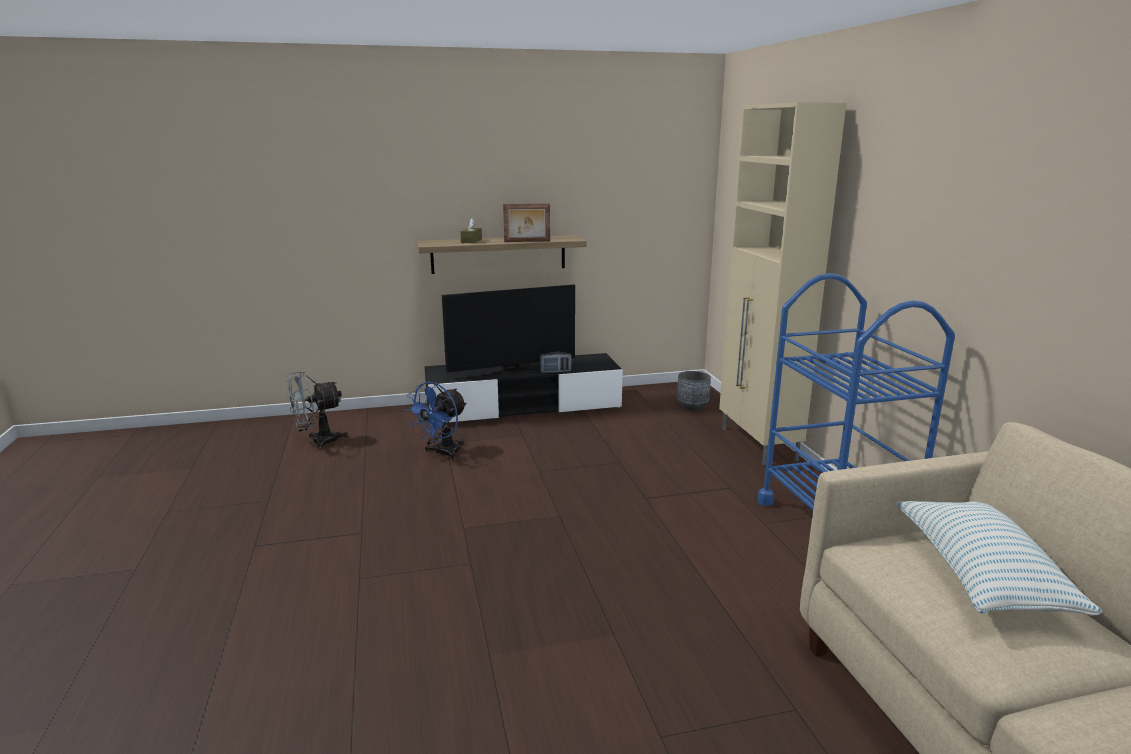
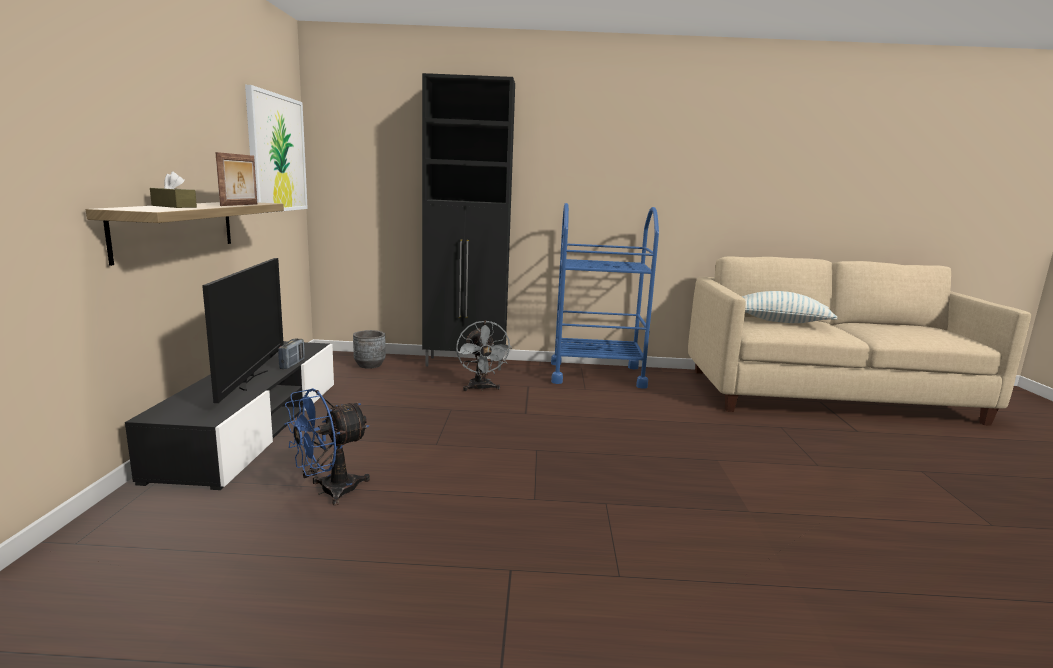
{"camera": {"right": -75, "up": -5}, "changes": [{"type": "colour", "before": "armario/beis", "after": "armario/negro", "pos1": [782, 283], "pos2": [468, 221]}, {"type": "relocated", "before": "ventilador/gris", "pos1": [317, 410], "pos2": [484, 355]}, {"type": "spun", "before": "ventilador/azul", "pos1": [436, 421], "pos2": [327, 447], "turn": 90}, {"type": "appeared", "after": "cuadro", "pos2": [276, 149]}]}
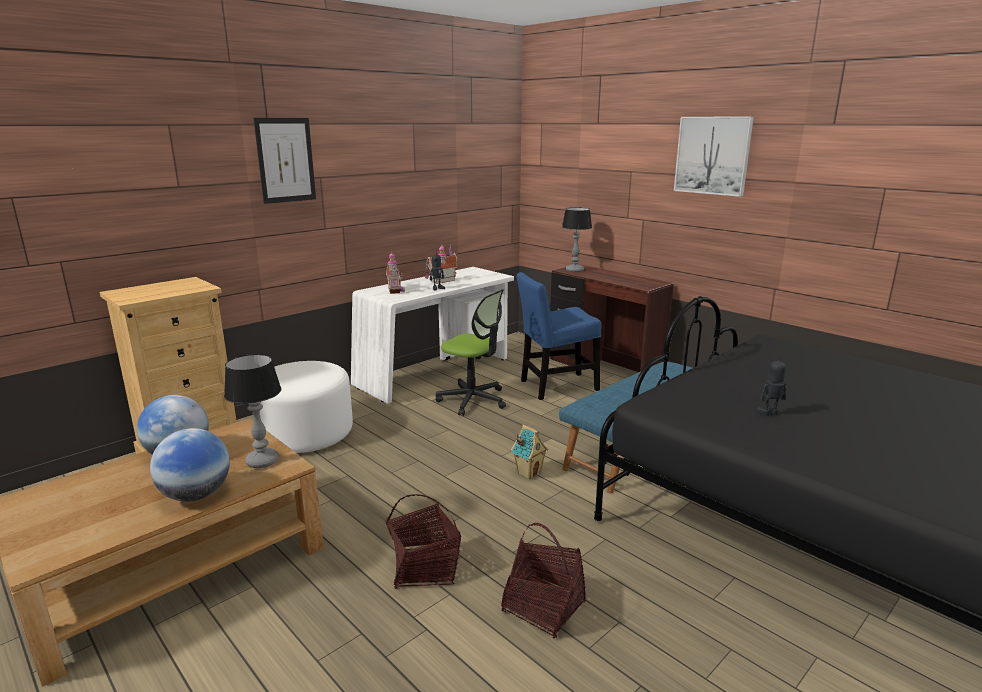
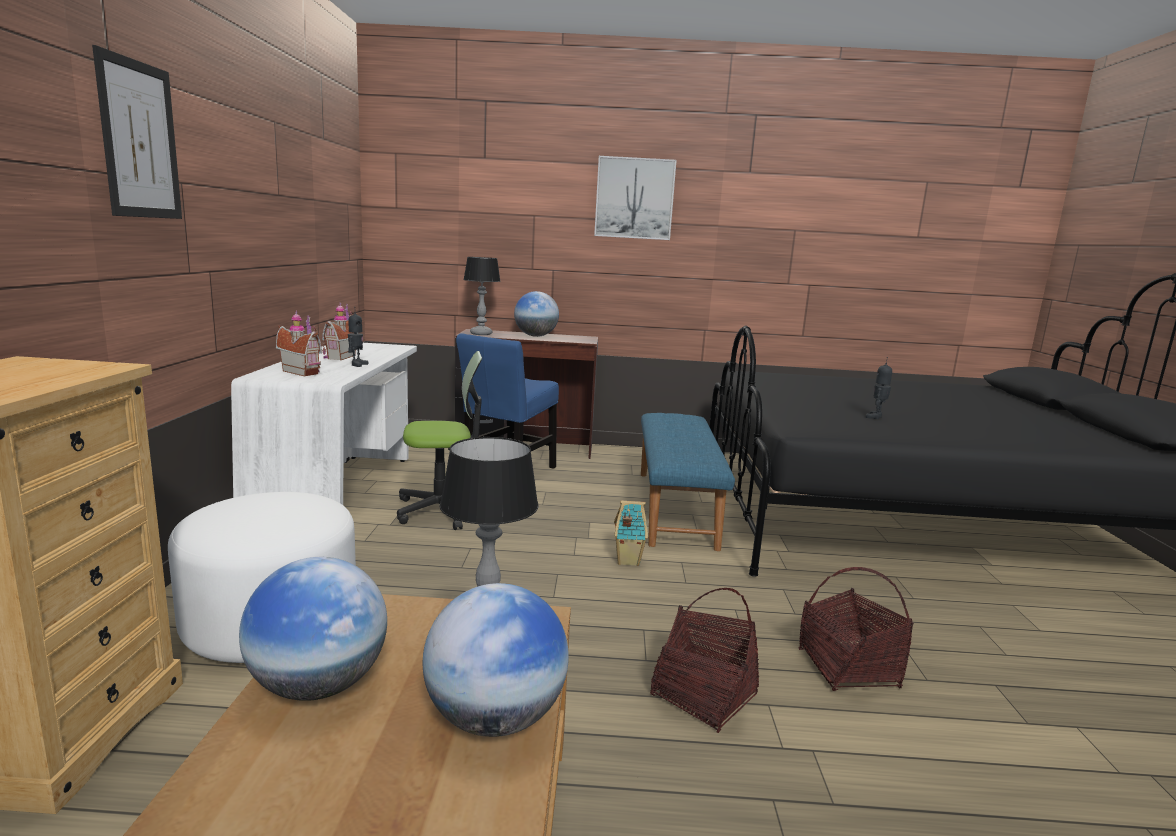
{"camera": {"right": -45, "up": -5}, "changes": [{"type": "appeared", "after": "globo terráqueo", "pos2": [536, 314]}]}
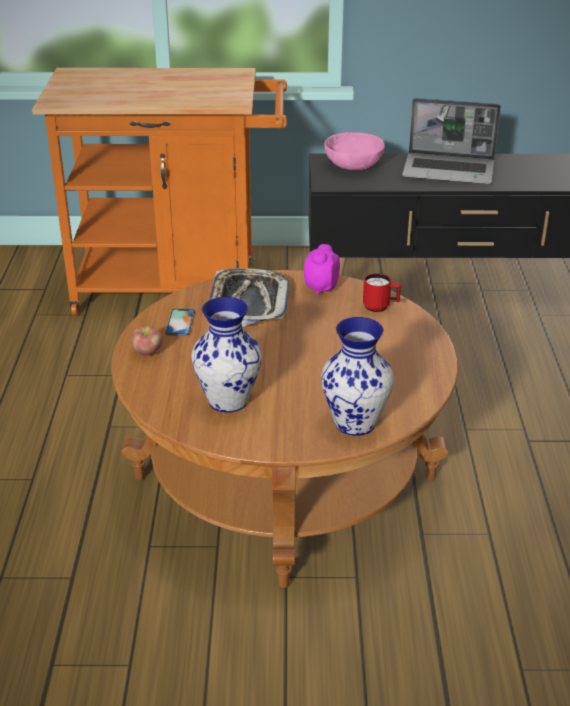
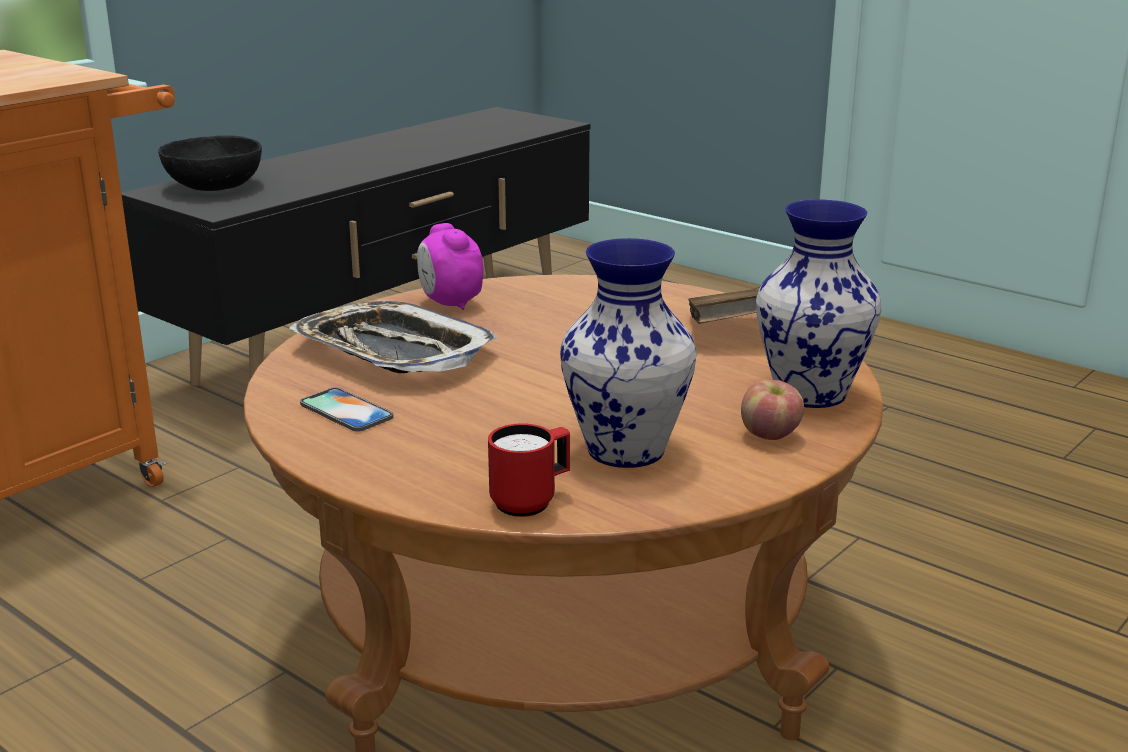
{"camera": {"right": -50, "up": -10}, "changes": [{"type": "missing", "before": "portátil", "pos1": [451, 141]}, {"type": "colour", "before": "cuenco/rosa", "after": "cuenco/negro", "pos1": [354, 151], "pos2": [210, 163]}, {"type": "relocated", "before": "taza grande/rojo", "pos1": [382, 292], "pos2": [529, 470]}, {"type": "relocated", "before": "manzana", "pos1": [147, 340], "pos2": [772, 410]}, {"type": "appeared", "after": "libro/marrón", "pos2": [723, 306]}]}
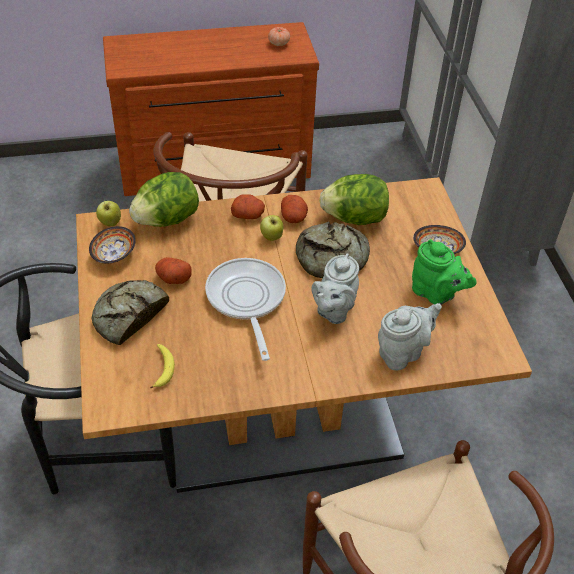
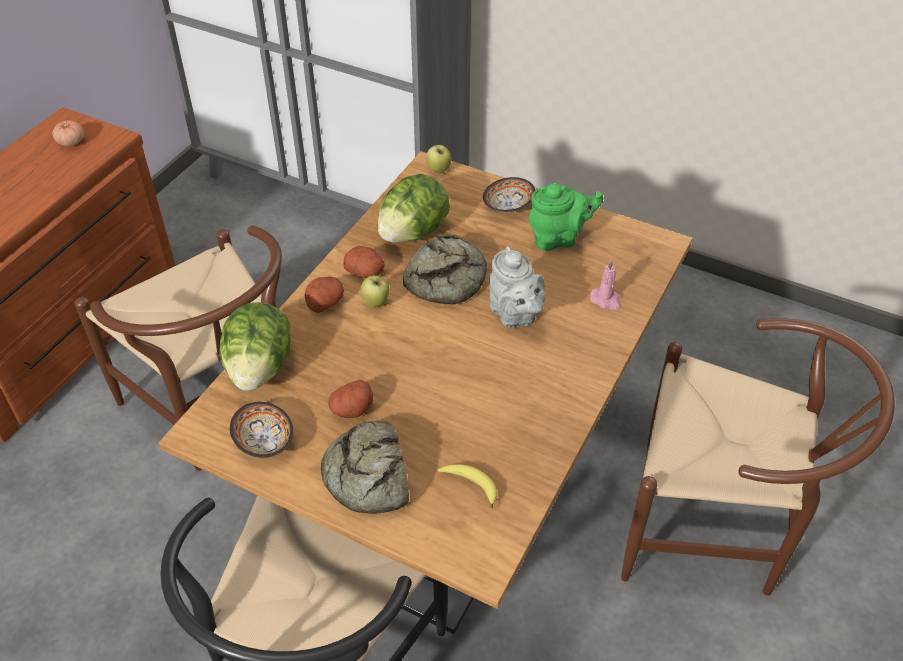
{"camera": {"right": -50, "up": 0}, "changes": [{"type": "relocated", "before": "manzana", "pos1": [108, 213], "pos2": [438, 159]}, {"type": "missing", "before": "sartén", "pos1": [245, 309]}, {"type": "exchanged", "before": "tetera/gris", "after": "vela/rosa", "pos1": [410, 336], "pos2": [605, 284]}]}
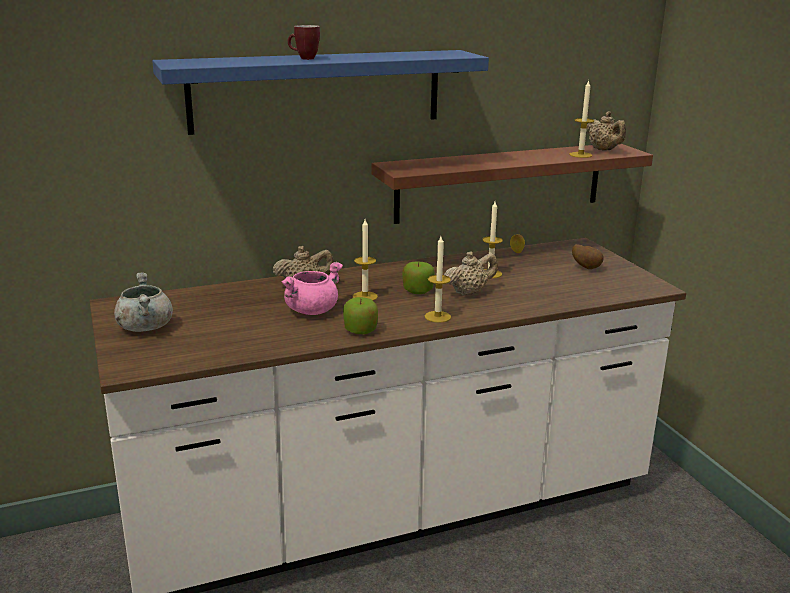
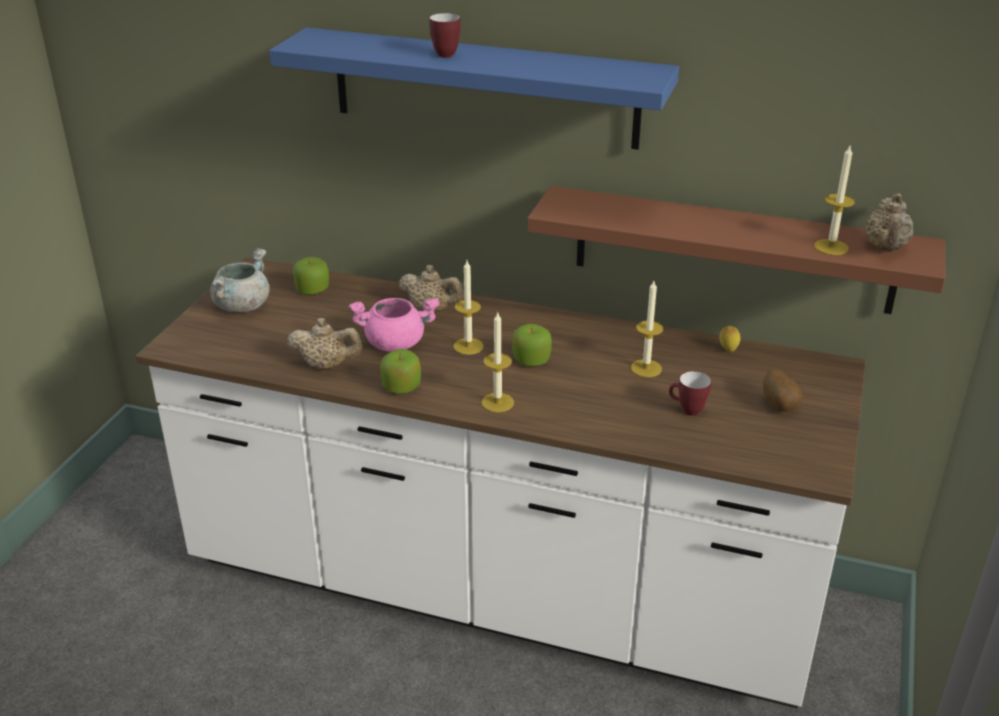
{"camera": {"right": 40, "up": 10}, "changes": [{"type": "relocated", "before": "tetera/beis", "pos1": [471, 273], "pos2": [324, 343]}, {"type": "appeared", "after": "manzana", "pos2": [311, 276]}, {"type": "appeared", "after": "taza grande", "pos2": [690, 393]}]}
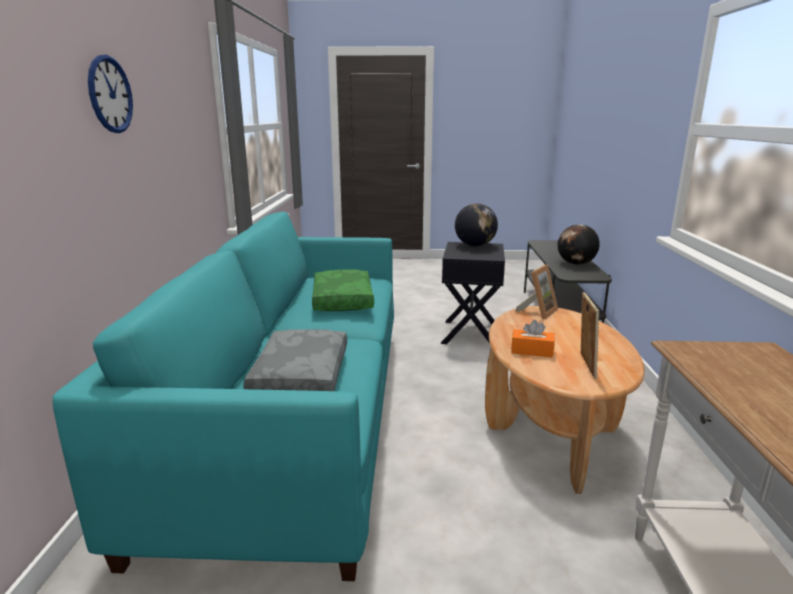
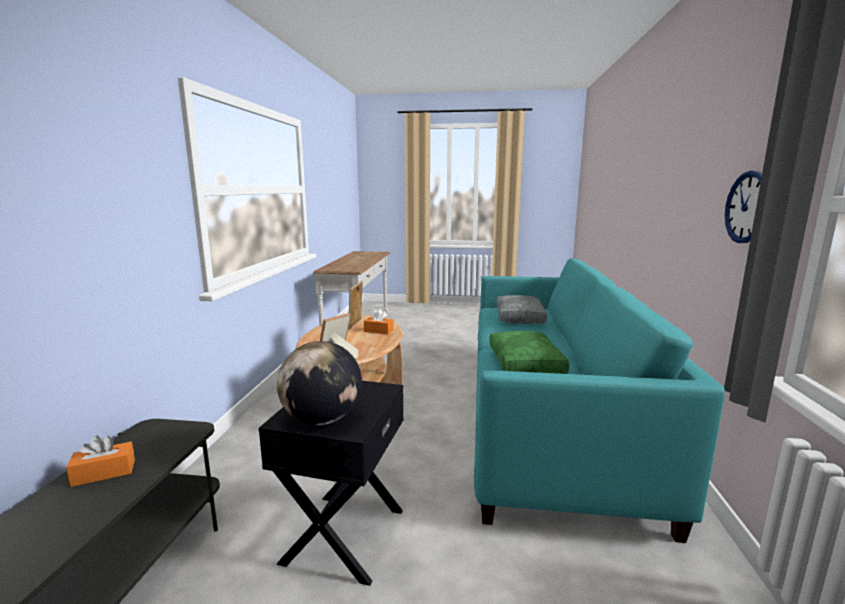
{"camera": {"right": -175, "up": -5}, "changes": [{"type": "relocated", "before": "reloj de pared", "pos1": [110, 94], "pos2": [743, 207]}, {"type": "exchanged", "before": "globo terráqueo", "after": "caja de pañuelos/naranja", "pos1": [579, 244], "pos2": [100, 461]}]}
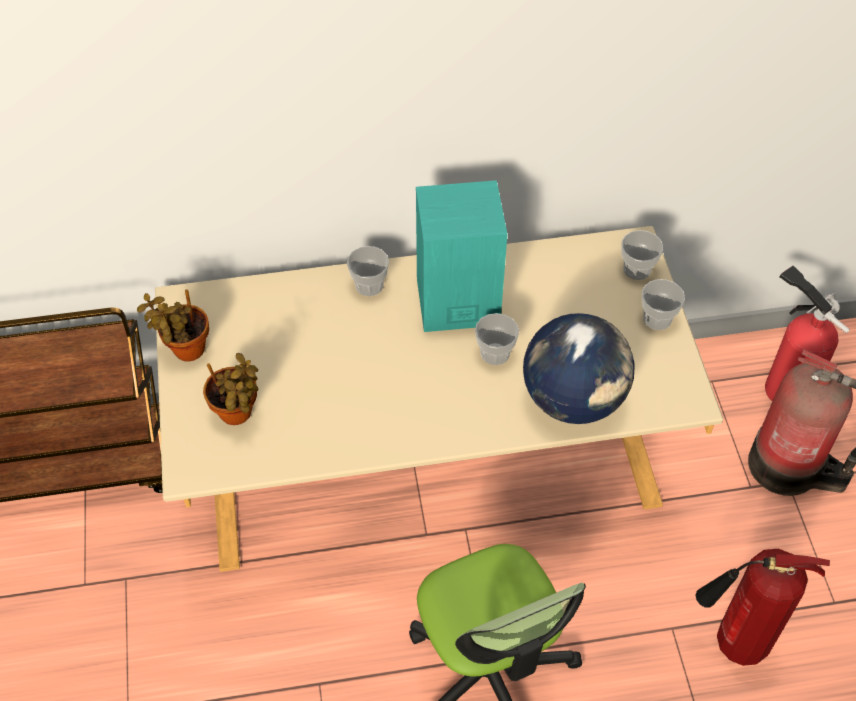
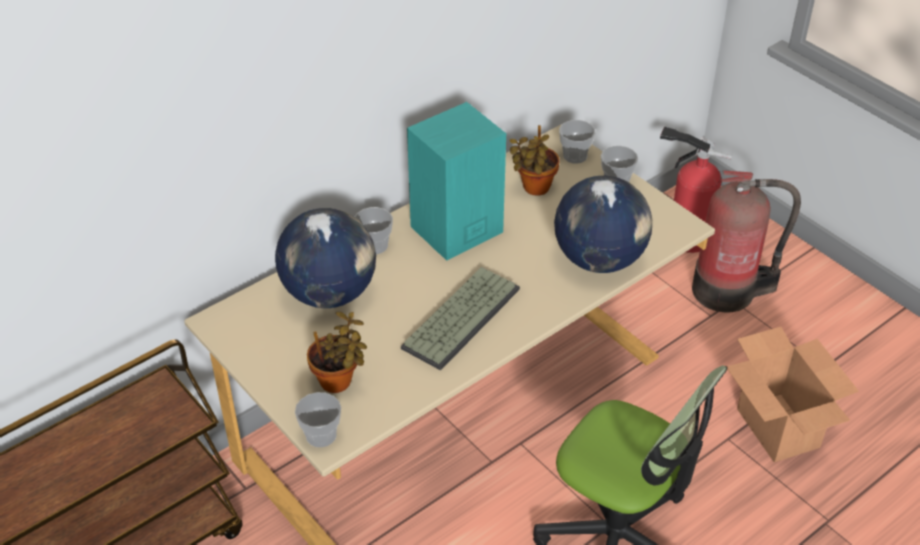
{"camera": {"right": -30, "up": -10}, "changes": [{"type": "relocated", "before": "planta en maceta", "pos1": [173, 325], "pos2": [534, 160]}, {"type": "relocated", "before": "taza", "pos1": [497, 339], "pos2": [318, 419]}, {"type": "exchanged", "before": "extintor", "after": "caja de cartón", "pos1": [763, 607], "pos2": [792, 394]}, {"type": "appeared", "after": "globo terráqueo", "pos2": [325, 258]}, {"type": "appeared", "after": "teclado", "pos2": [460, 319]}]}
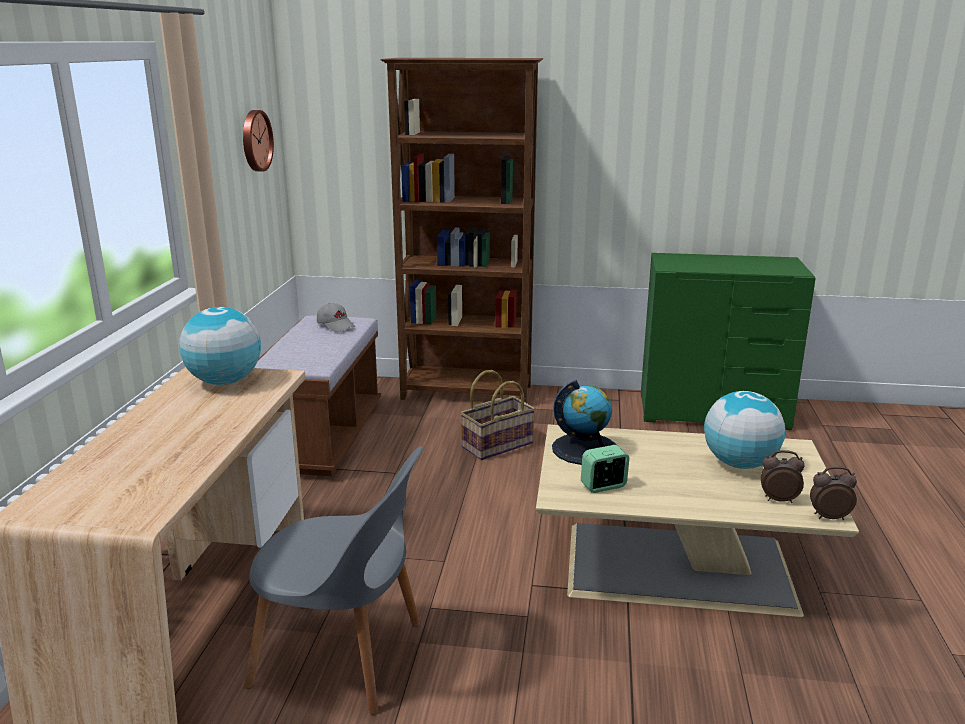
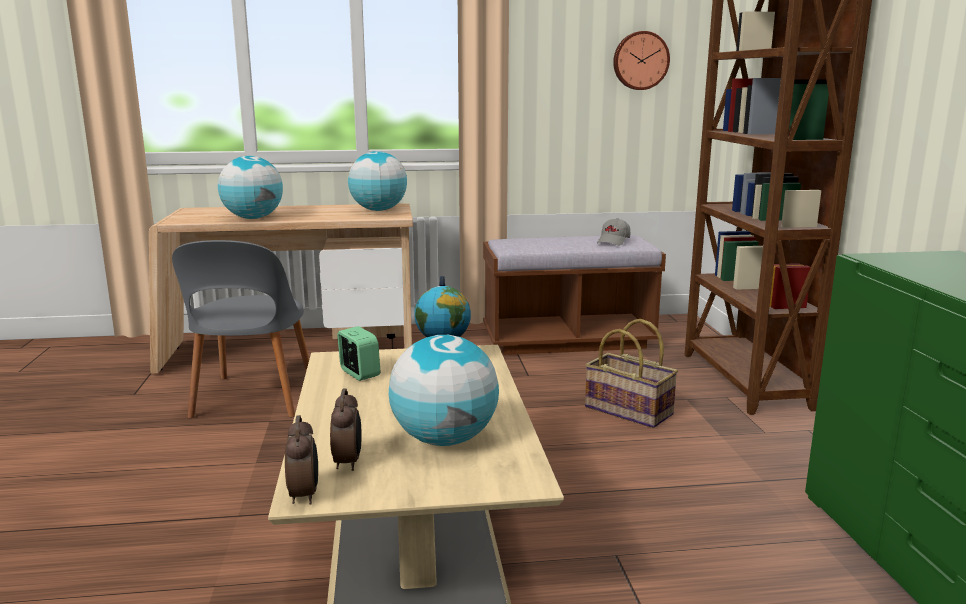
{"camera": {"right": 75, "up": -5}, "changes": [{"type": "appeared", "after": "globo terráqueo", "pos2": [250, 187]}]}
